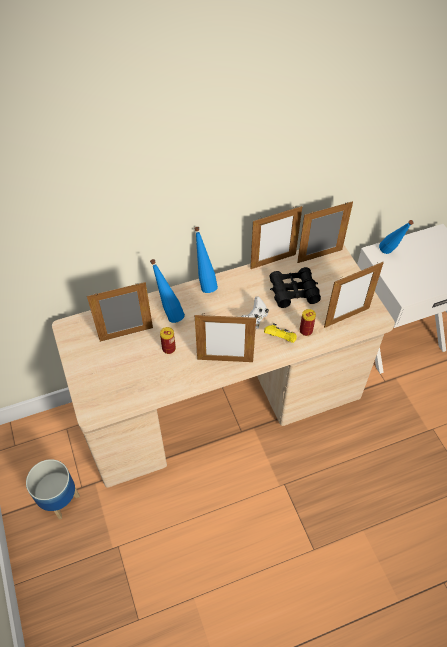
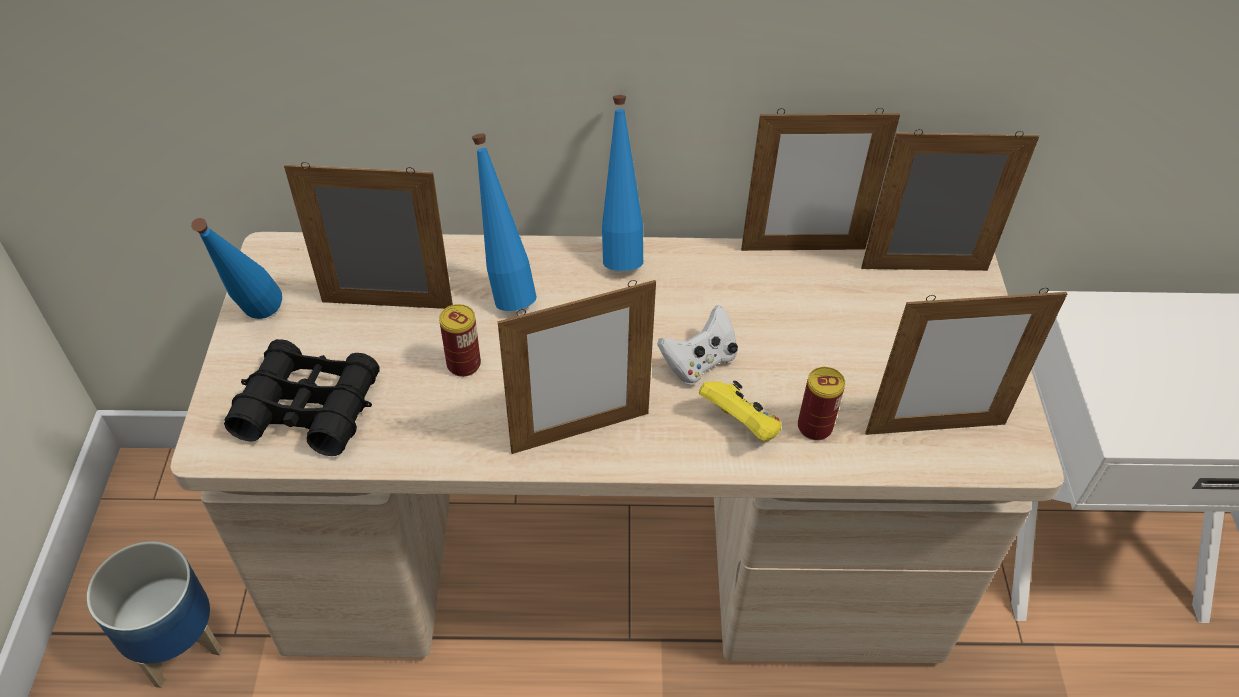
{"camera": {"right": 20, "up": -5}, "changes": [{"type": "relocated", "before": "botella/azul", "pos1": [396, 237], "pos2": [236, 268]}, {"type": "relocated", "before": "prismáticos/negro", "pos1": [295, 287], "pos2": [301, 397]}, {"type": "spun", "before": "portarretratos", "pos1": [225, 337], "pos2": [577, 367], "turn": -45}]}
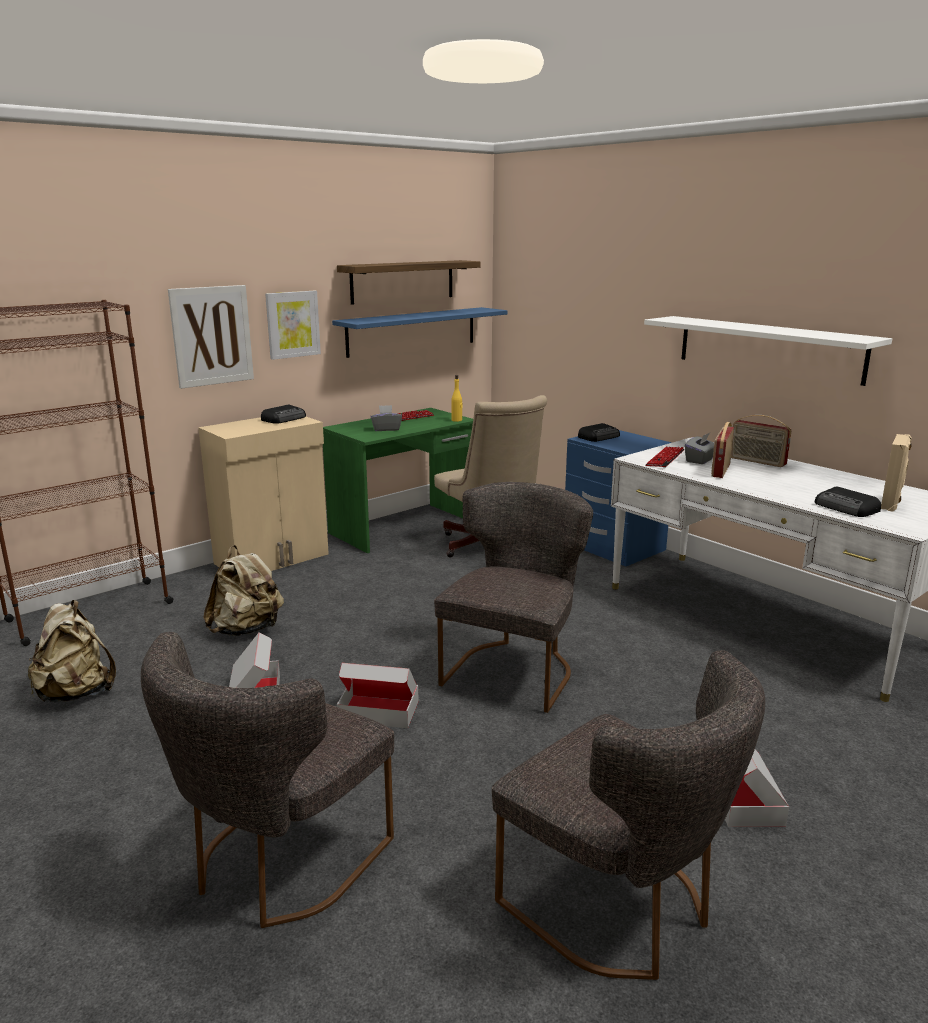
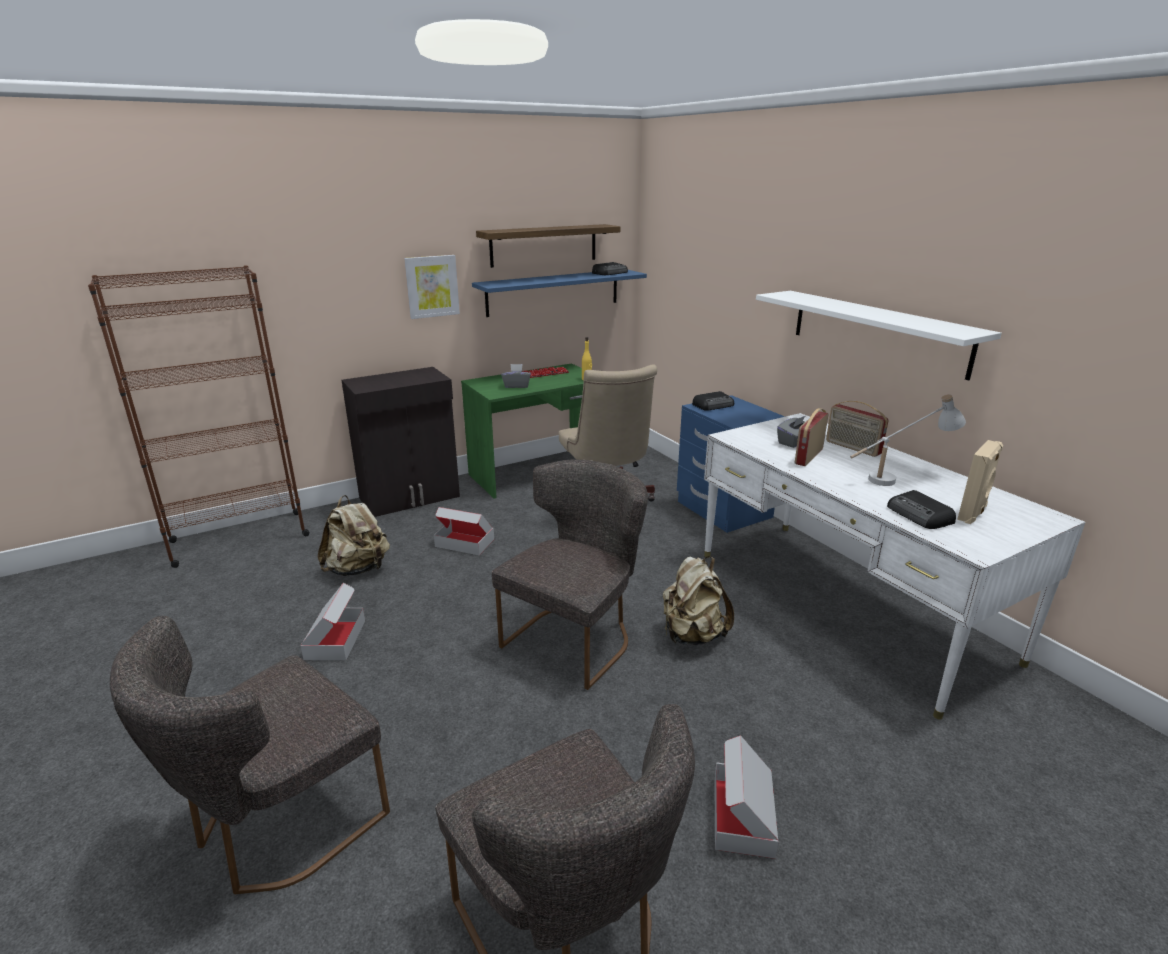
{"camera": {"right": 10, "up": 5}, "changes": [{"type": "missing", "before": "cuadro", "pos1": [211, 337]}, {"type": "relocated", "before": "radio", "pos1": [283, 414], "pos2": [610, 268]}, {"type": "colour", "before": "armario/beis", "after": "armario/negro", "pos1": [263, 494], "pos2": [401, 442]}, {"type": "missing", "before": "teclado", "pos1": [665, 457]}, {"type": "relocated", "before": "mochila/beis", "pos1": [72, 651], "pos2": [698, 600]}, {"type": "relocated", "before": "caja de cartón", "pos1": [378, 695], "pos2": [464, 531]}, {"type": "appeared", "after": "lámpara de mesa/blanco", "pos2": [908, 440]}]}
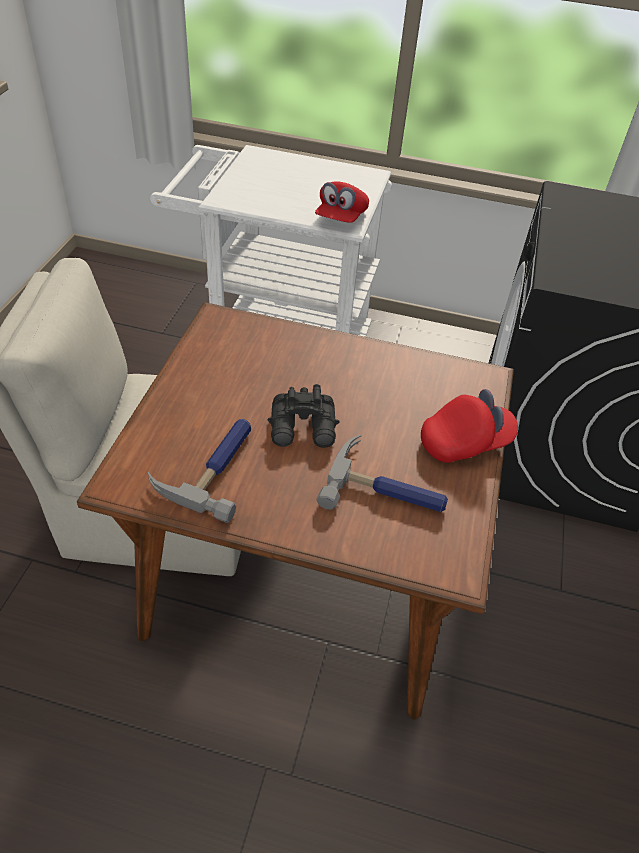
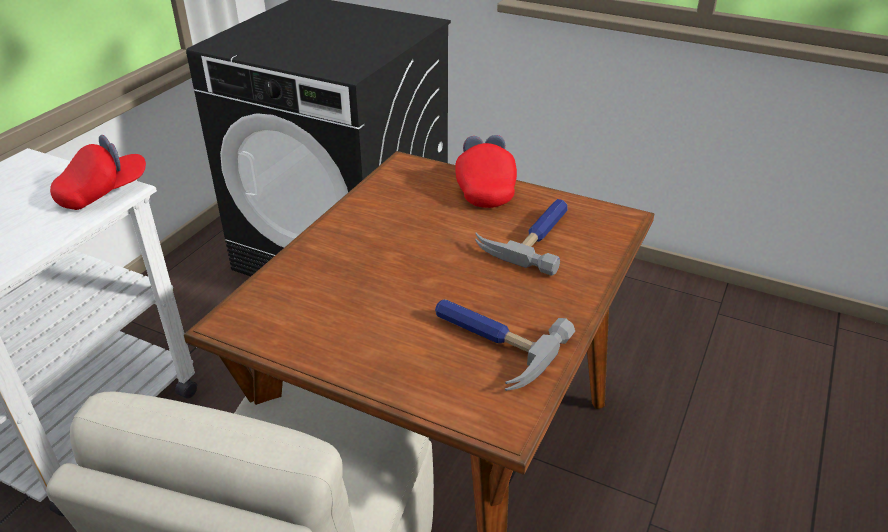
{"camera": {"right": -75, "up": -10}, "changes": [{"type": "spun", "before": "gorra/rojo", "pos1": [342, 202], "pos2": [98, 172], "turn": -75}, {"type": "missing", "before": "prismáticos/negro", "pos1": [303, 416]}]}
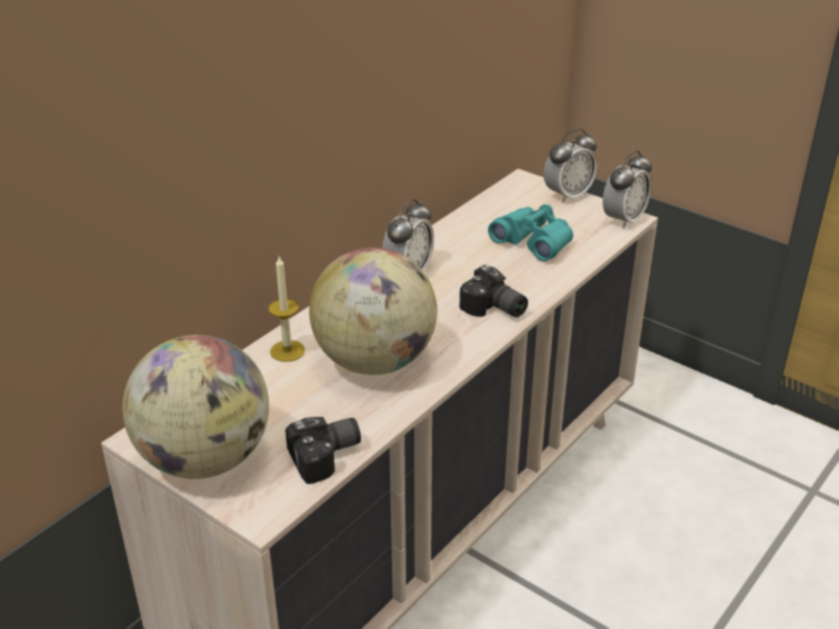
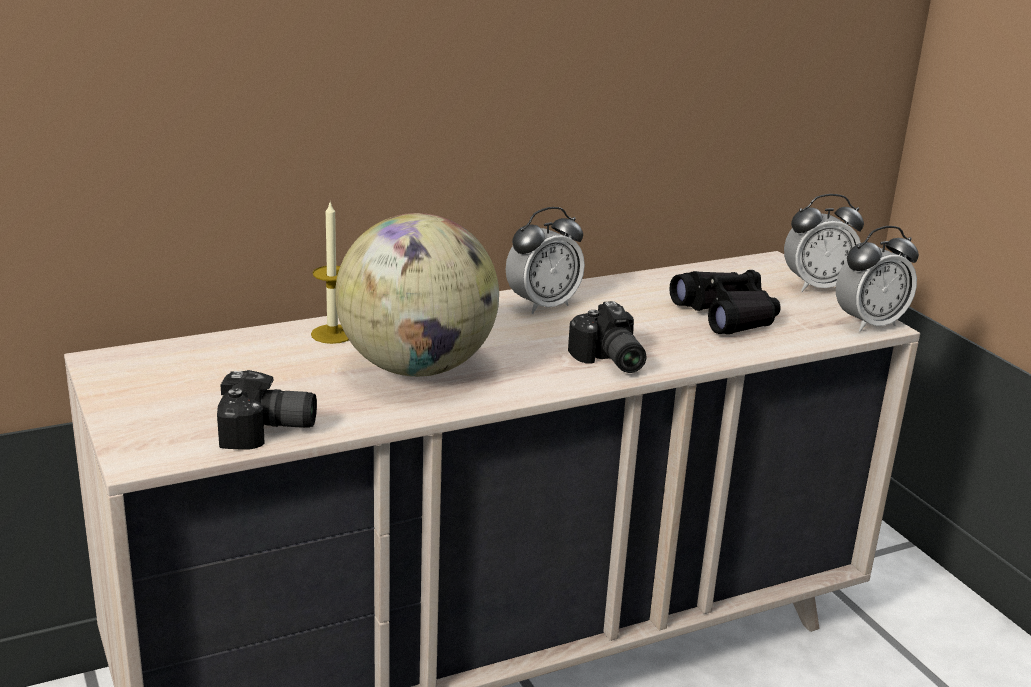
{"camera": {"right": 25, "up": -10}, "changes": [{"type": "colour", "before": "prismáticos/turquesa", "after": "prismáticos/negro", "pos1": [530, 232], "pos2": [725, 302]}, {"type": "missing", "before": "globo terráqueo", "pos1": [196, 407]}]}
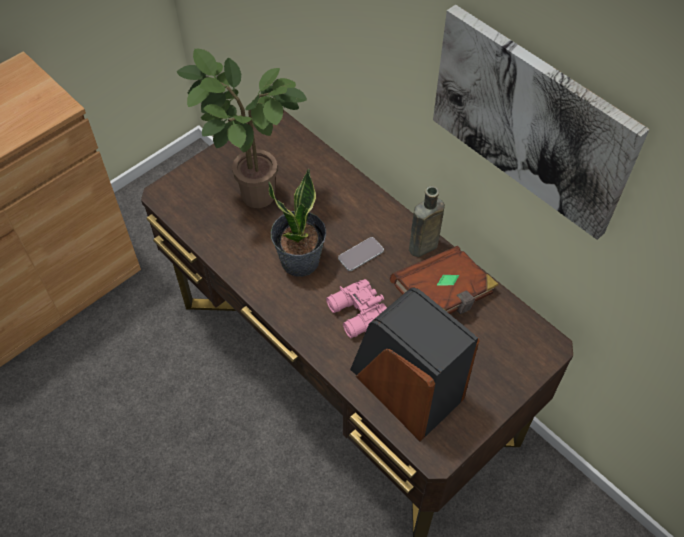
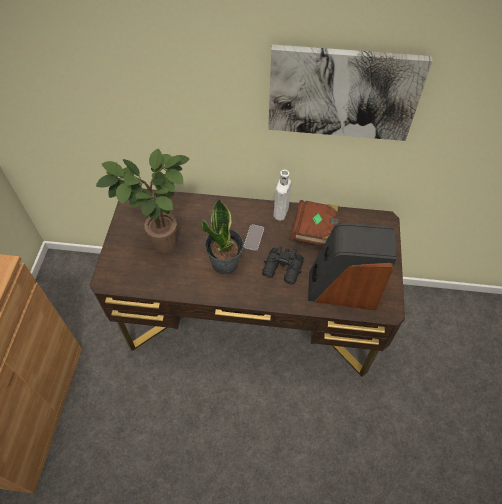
{"camera": {"right": -40, "up": 0}, "changes": [{"type": "colour", "before": "botella/marrón", "after": "botella/blanco", "pos1": [427, 221], "pos2": [282, 195]}, {"type": "colour", "before": "prismáticos/rosa", "after": "prismáticos/negro", "pos1": [356, 308], "pos2": [283, 266]}]}
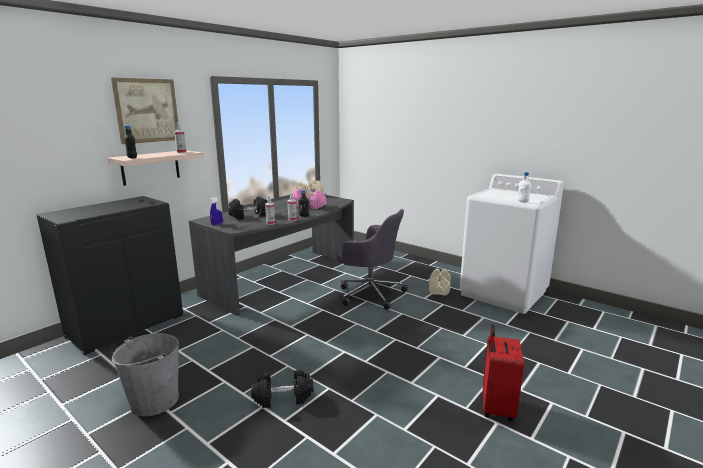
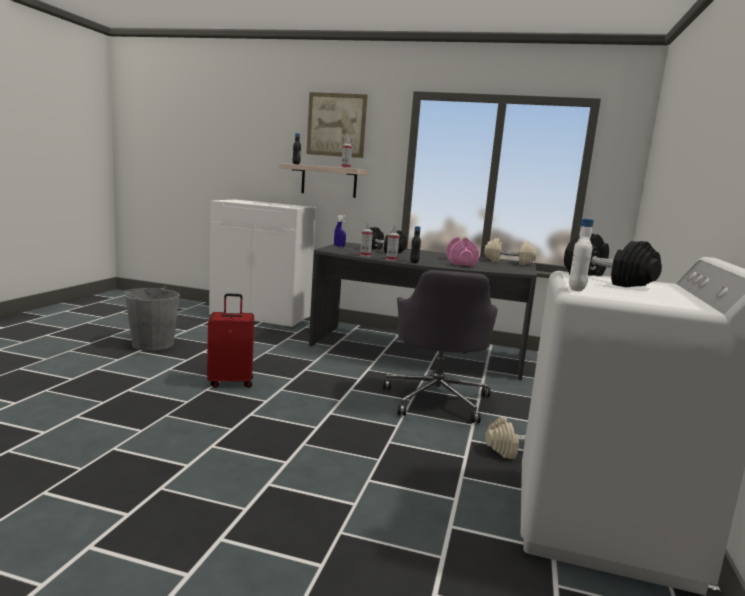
{"camera": {"right": 65, "up": -5}, "changes": [{"type": "colour", "before": "armario/negro", "after": "armario/blanco", "pos1": [109, 275], "pos2": [262, 264]}, {"type": "relocated", "before": "maleta/rojo", "pos1": [503, 373], "pos2": [230, 340]}, {"type": "relocated", "before": "mancuerna/negro", "pos1": [282, 388], "pos2": [613, 260]}]}
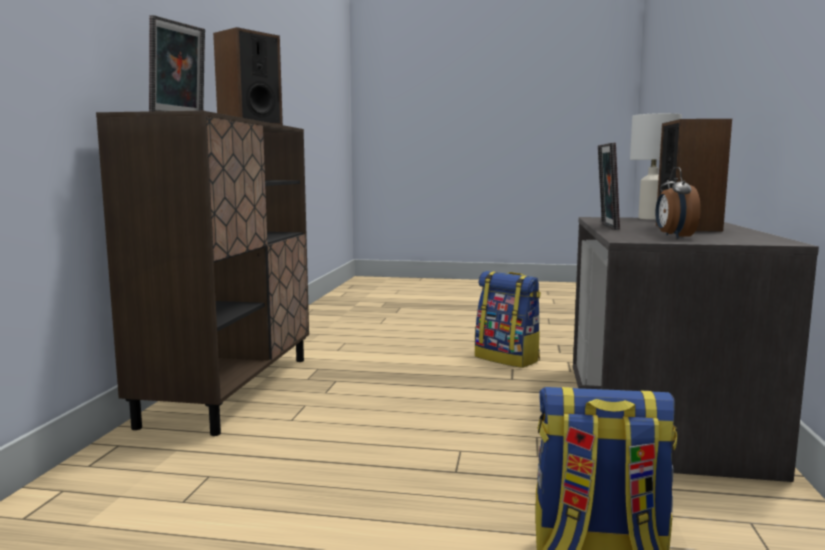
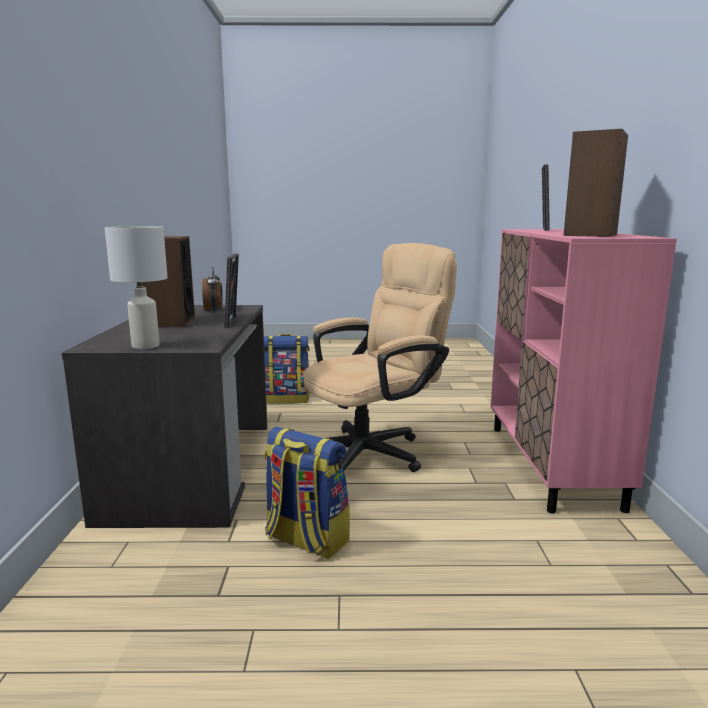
{"camera": {"right": 170, "up": 5}, "changes": [{"type": "colour", "before": "armario/marrón", "after": "armario/rosa", "pos1": [202, 273], "pos2": [584, 371]}, {"type": "appeared", "after": "silla de oficina/beis", "pos2": [380, 357]}]}
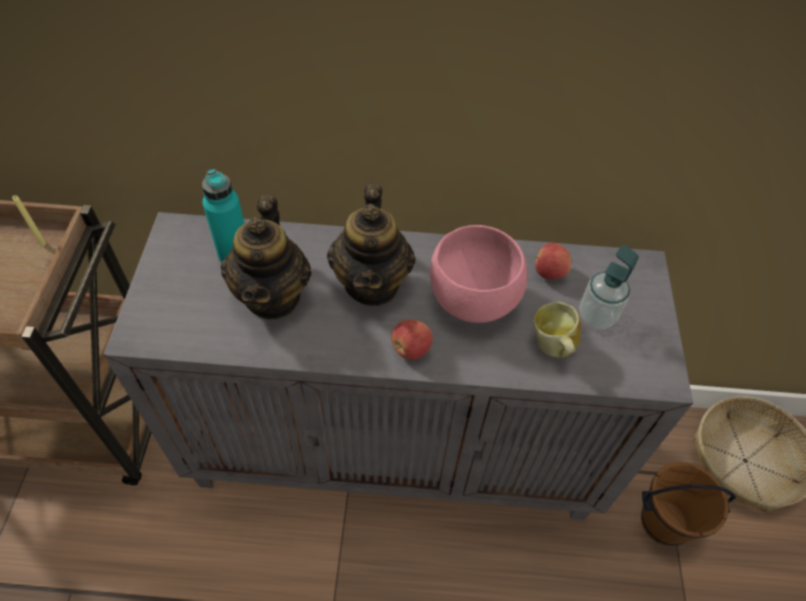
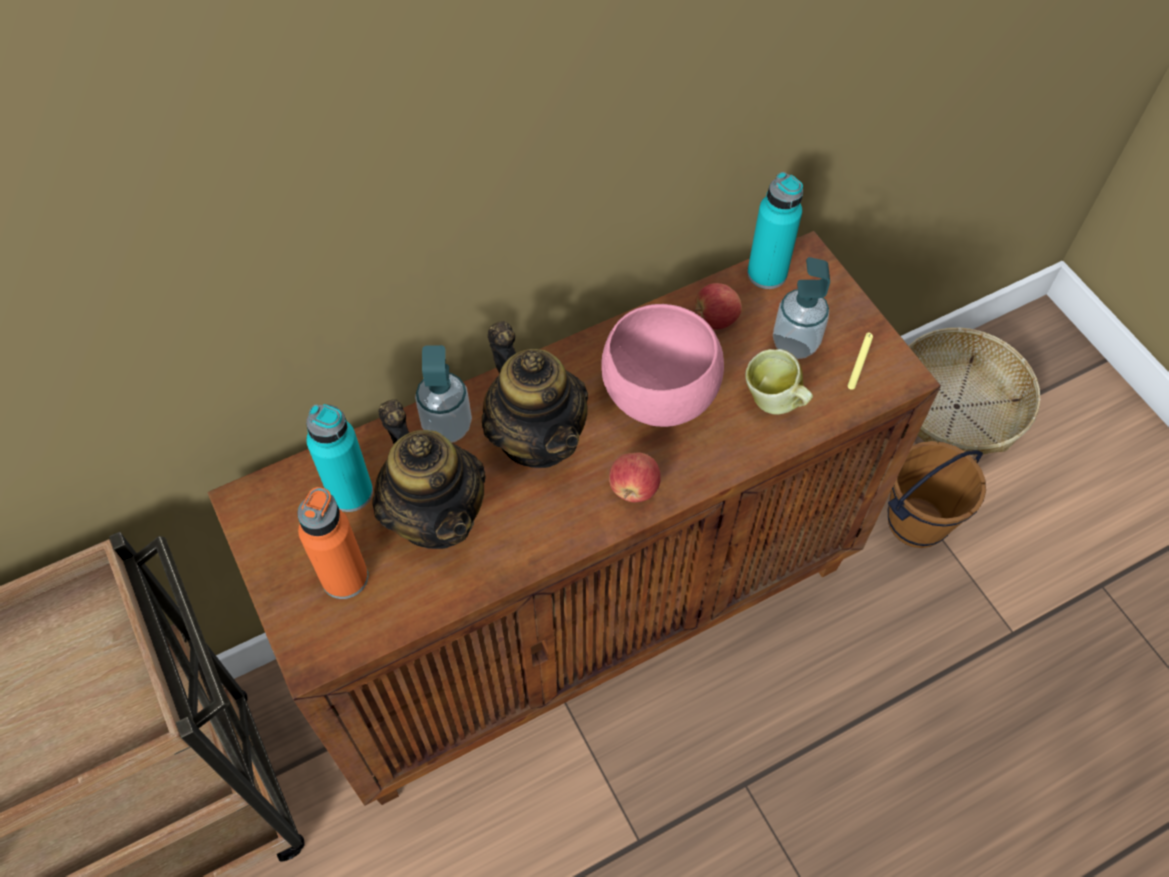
{"camera": {"right": -30, "up": 5}, "changes": [{"type": "relocated", "before": "vela/amarillo", "pos1": [29, 220], "pos2": [860, 361]}, {"type": "colour", "before": "armario/gris", "after": "armario/marrón", "pos1": [398, 366], "pos2": [574, 518]}, {"type": "appeared", "after": "botella/turquesa", "pos2": [775, 230]}, {"type": "appeared", "after": "dispensador de jabón", "pos2": [443, 394]}, {"type": "appeared", "after": "botella/naranja", "pos2": [332, 543]}]}
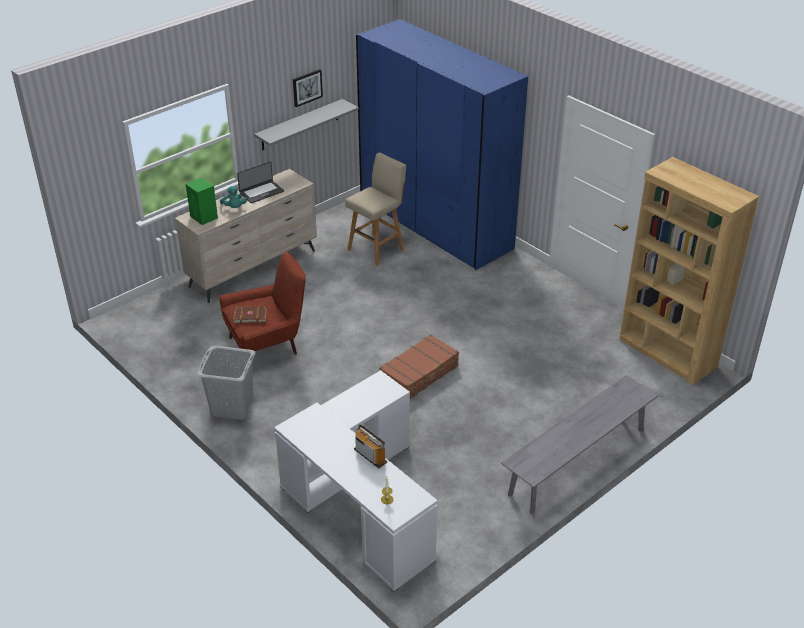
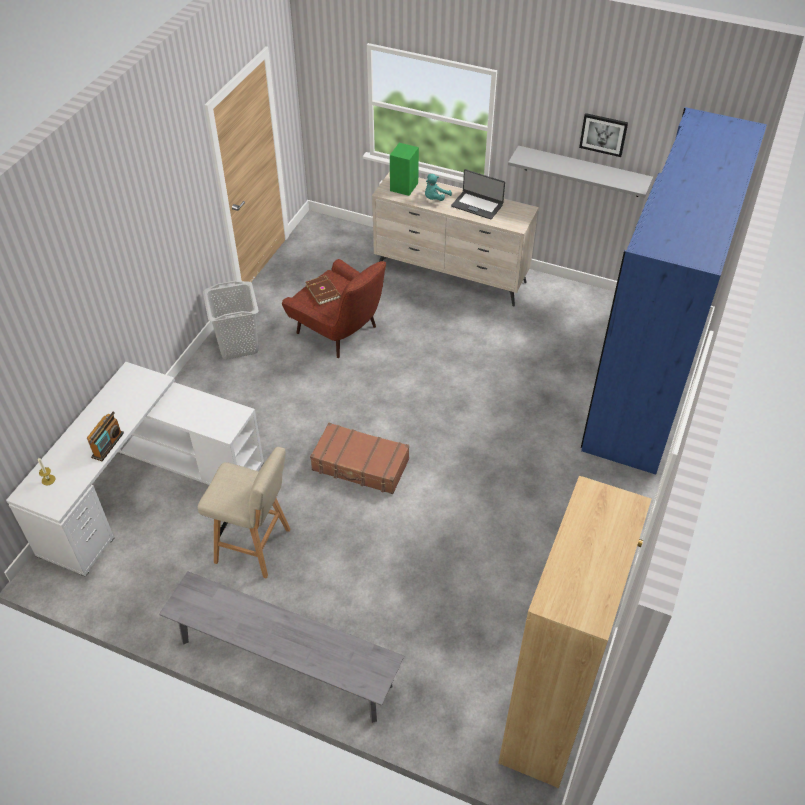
{"camera": {"right": 65, "up": 10}, "changes": [{"type": "relocated", "before": "taburete/beis", "pos1": [375, 209], "pos2": [244, 513]}]}
